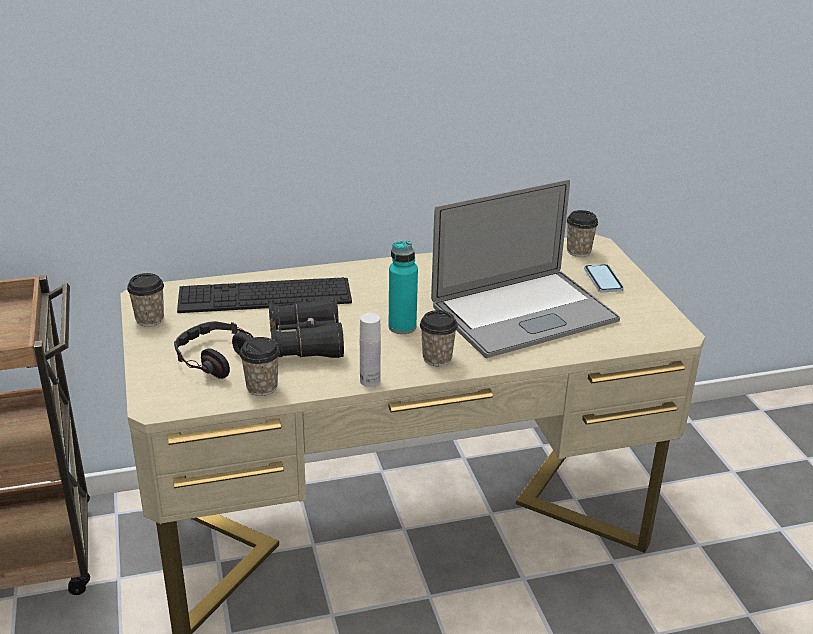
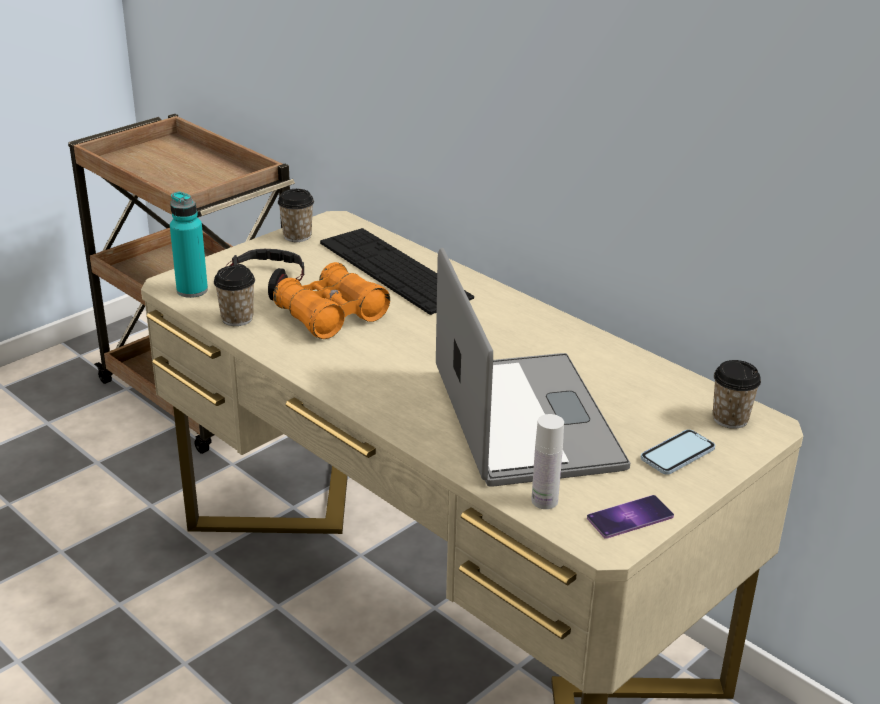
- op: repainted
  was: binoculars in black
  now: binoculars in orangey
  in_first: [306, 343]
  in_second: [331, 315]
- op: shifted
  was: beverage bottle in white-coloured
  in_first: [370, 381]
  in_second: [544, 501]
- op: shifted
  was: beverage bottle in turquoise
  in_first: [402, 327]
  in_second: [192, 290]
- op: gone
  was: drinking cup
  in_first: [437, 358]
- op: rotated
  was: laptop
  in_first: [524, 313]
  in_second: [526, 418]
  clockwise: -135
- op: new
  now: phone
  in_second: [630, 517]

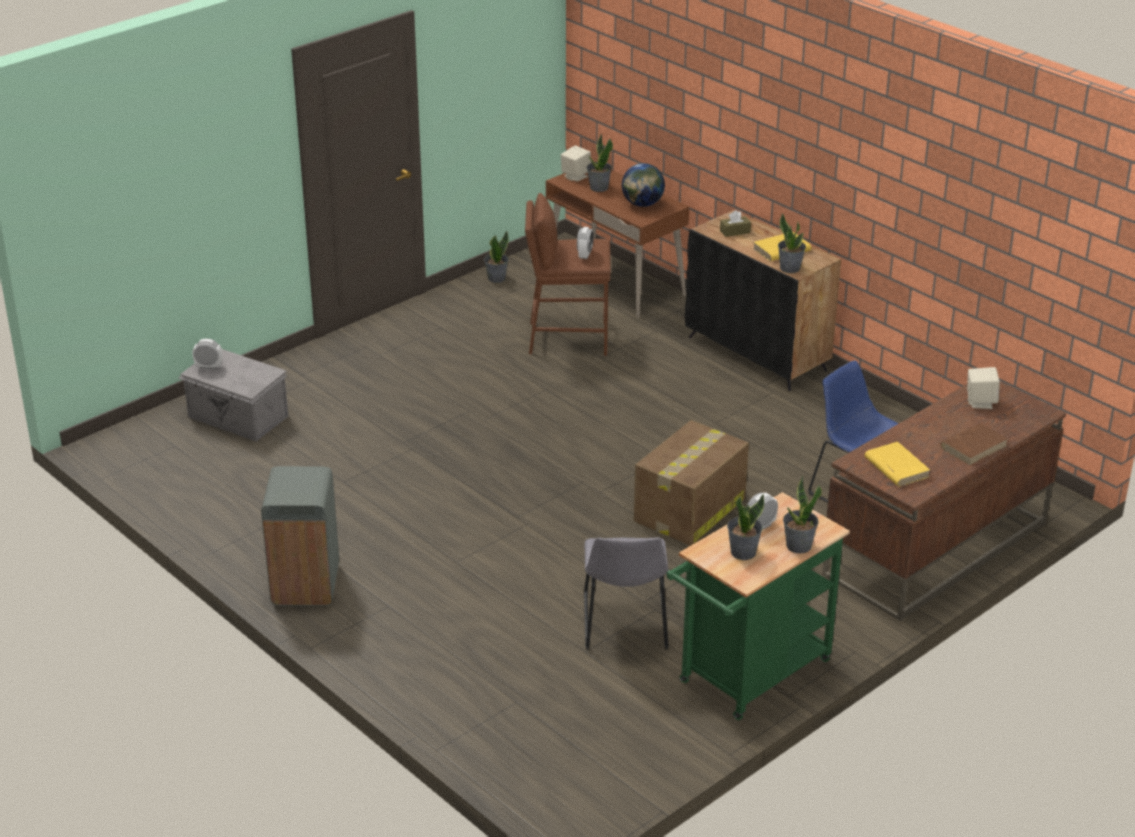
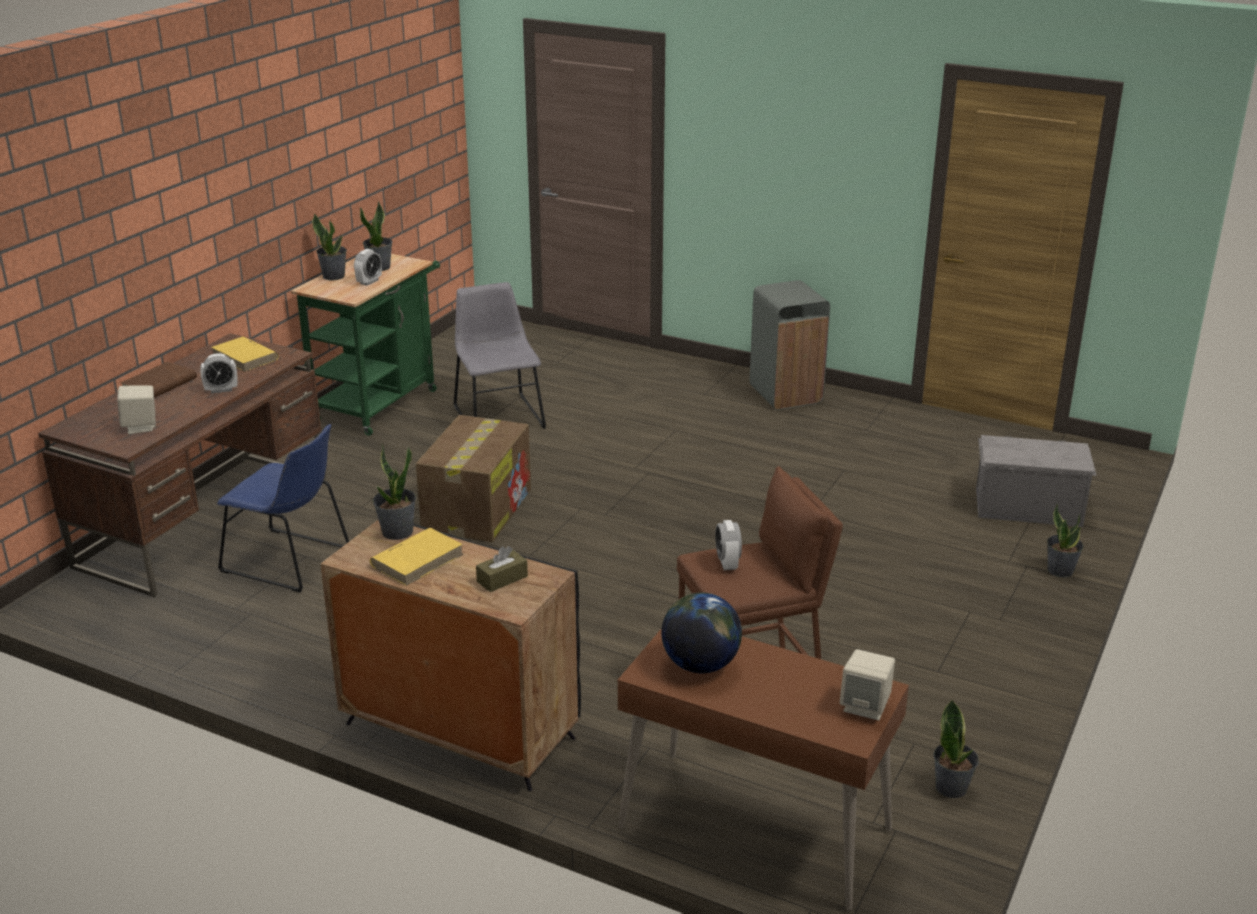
- op: shifted
  was: table clock
  in_first: [208, 367]
  in_second: [221, 390]
- op: shifted
  was: plant in a pot
  in_first: [598, 188]
  in_second: [1060, 570]

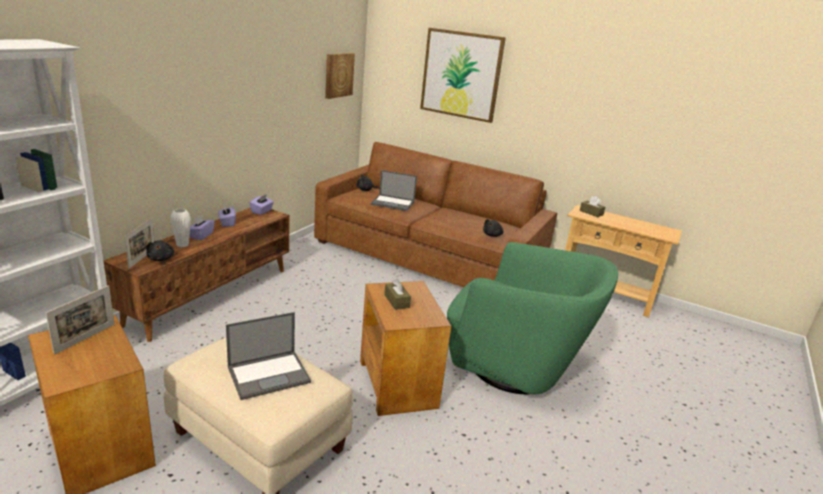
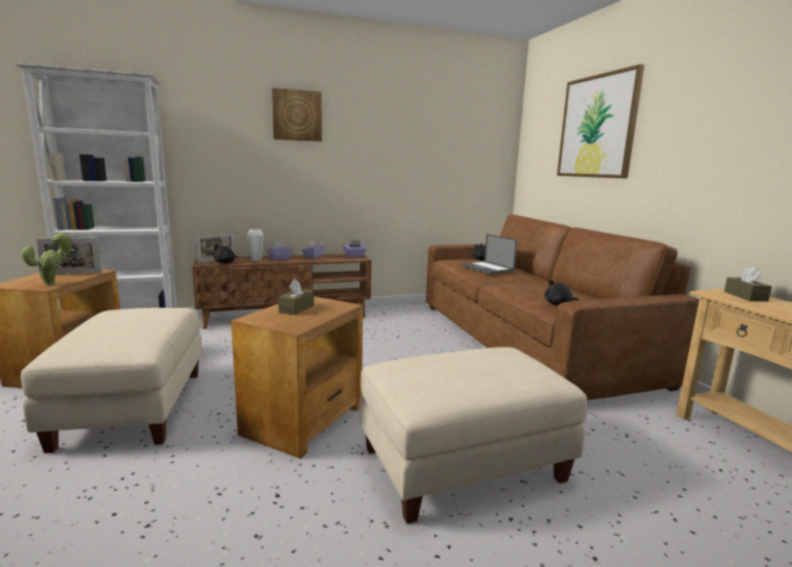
- op: gone
  was: laptop
  in_first: [270, 374]
- op: shifted
  was: wall picture
  in_first: [338, 75]
  in_second: [297, 115]
- op: swapped
  was: lounge chair in greenish
  now: ottoman in beige
  in_first: [515, 366]
  in_second: [462, 465]
- op: new
  now: plant in a pot
  in_second: [53, 284]

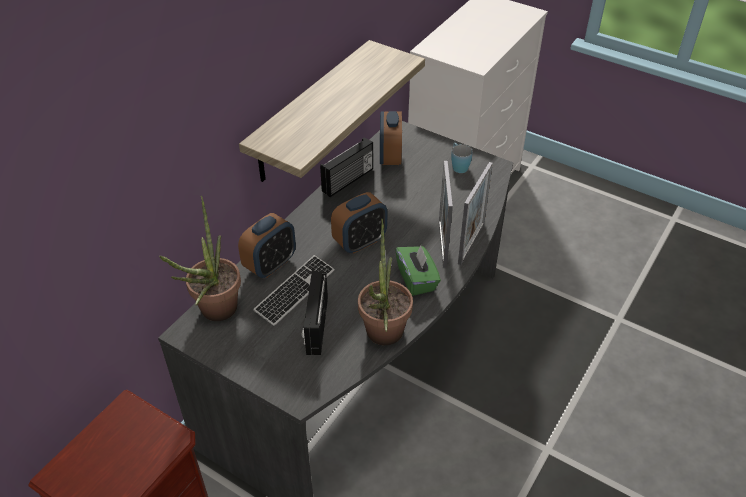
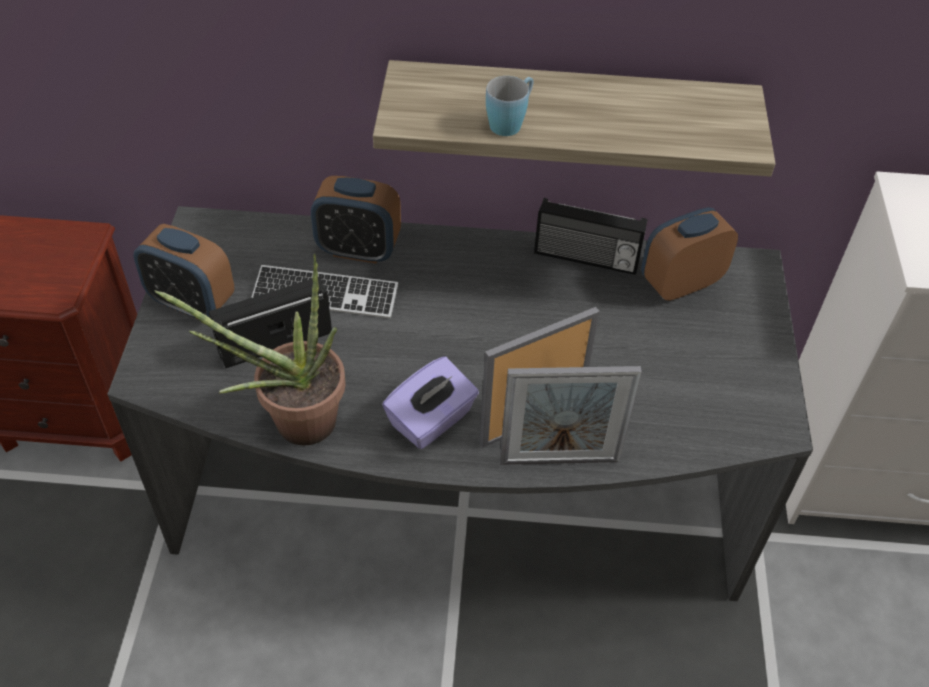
- op: gone
  was: plant in a pot
  in_first: [214, 314]
- op: shifted
  was: table clock
  in_first: [360, 242]
  in_second: [192, 303]
- op: repainted
  was: box of tissues in greenish
  now: box of tissues in purple
  in_first: [417, 280]
  in_second: [431, 420]
- op: shifted
  was: mug in blue
  in_first: [458, 166]
  in_second: [510, 122]

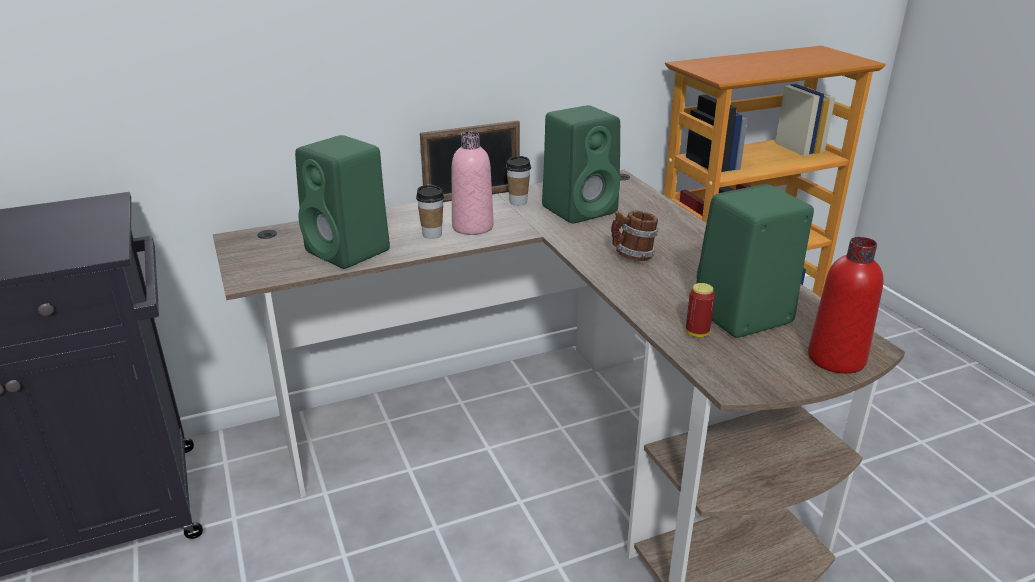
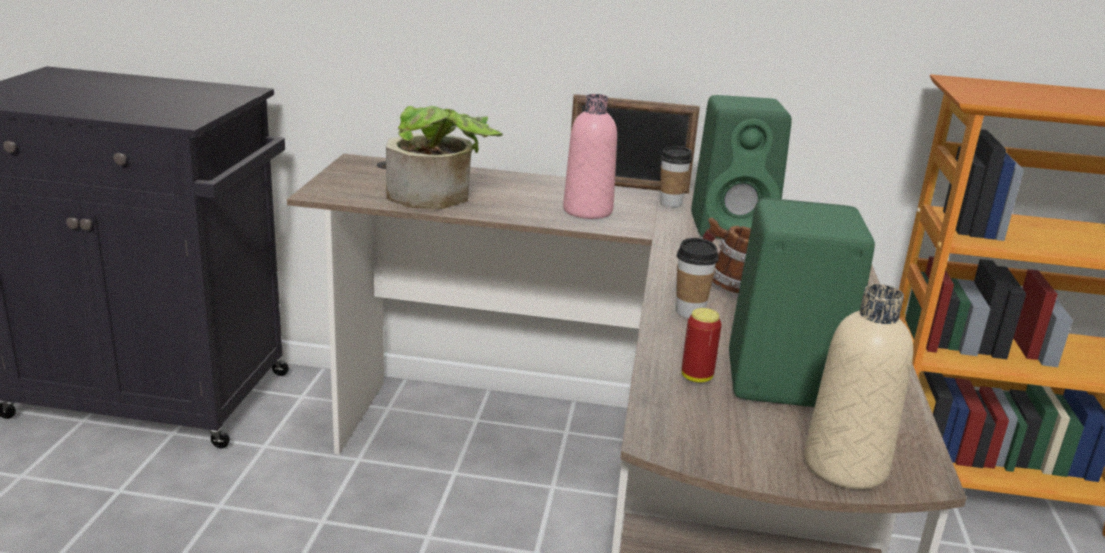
- op: swapped
  was: loudspeaker in greenish
  now: plant in a pot
  in_first: [350, 252]
  in_second: [438, 198]
- op: shifted
  was: drinking cup
  in_first: [432, 234]
  in_second: [690, 312]
- op: repainted
  was: beverage bottle in red
  now: beverage bottle in beige
  in_first: [836, 359]
  in_second: [845, 466]

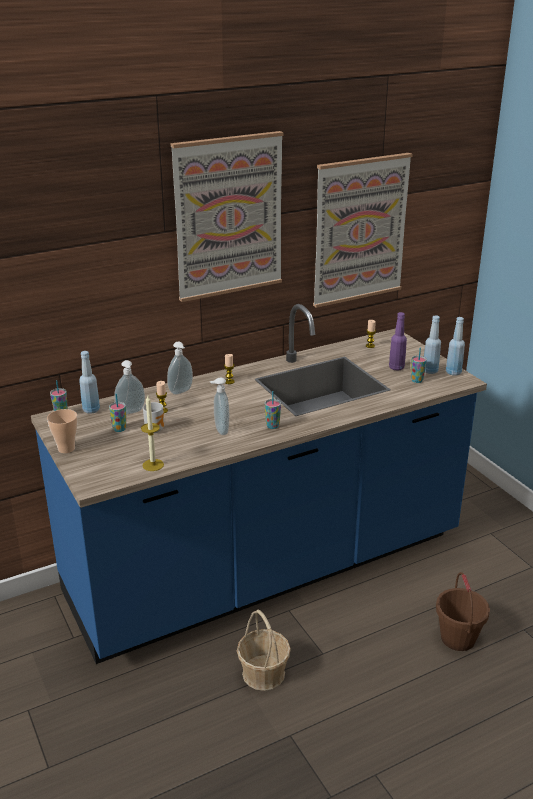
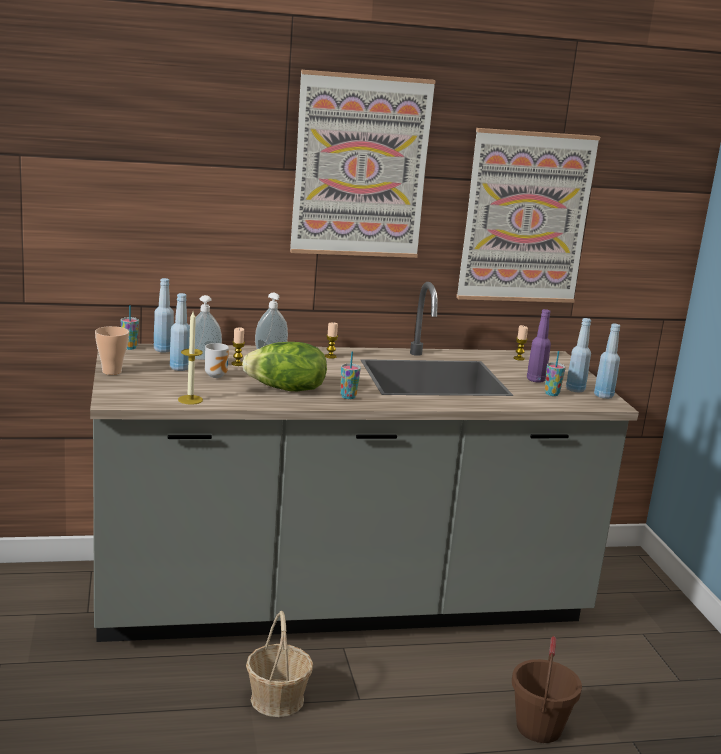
- op: repainted
  was: kitchen counter in blue
  now: kitchen counter in greyish
  in_first: [266, 568]
  in_second: [340, 602]
- op: swapped
  was: drinking cup
  now: beverage bottle in blue
  in_first: [119, 429]
  in_second: [179, 368]
- op: swapped
  was: soap dispenser
  now: lettuce
  in_first: [220, 430]
  in_second: [286, 389]

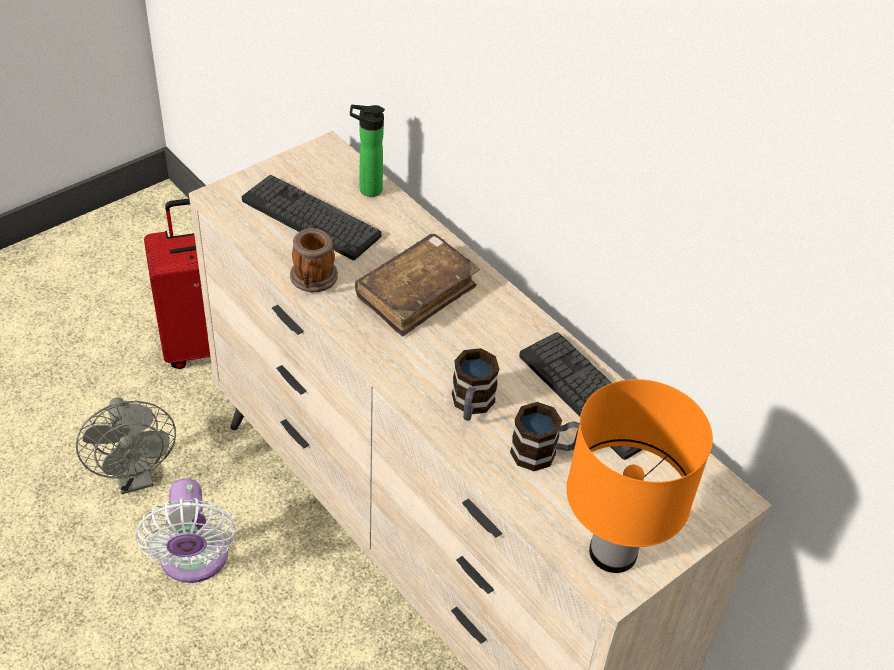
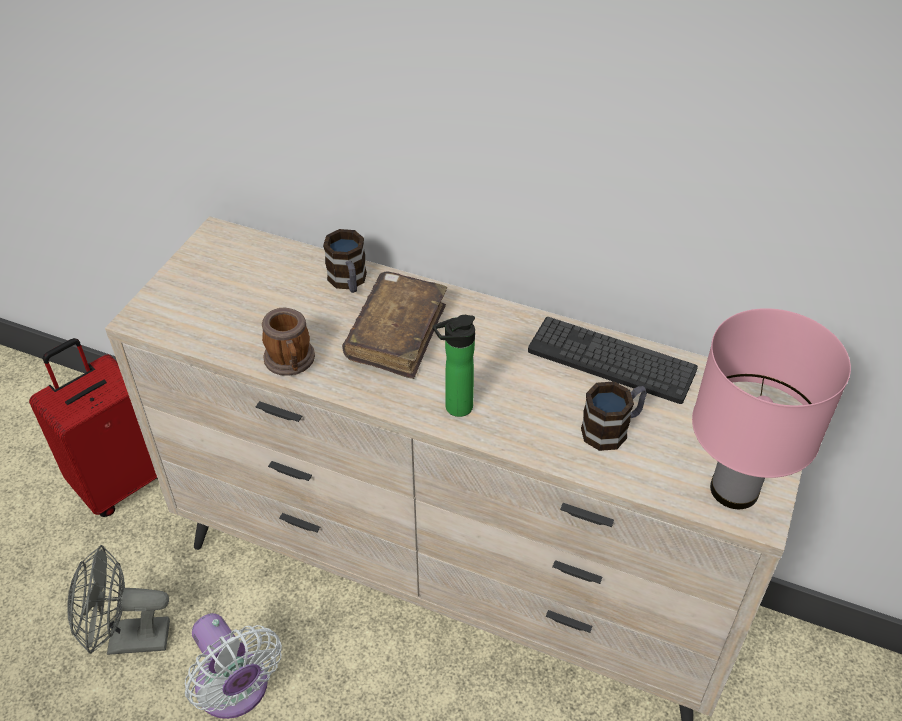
- op: rotated
  was: electric fan in greyish
  in_first: [135, 477]
  in_second: [128, 639]
  clockwise: 135
- op: gone
  was: keyboard
  in_first: [310, 218]
- op: shifted
  was: beverage bottle
  in_first: [367, 189]
  in_second: [454, 408]
- op: shifted
  was: mug
  in_first: [471, 405]
  in_second: [349, 282]
- op: repainted
  was: table lamp in orangey
  now: table lamp in pink
  in_first: [612, 553]
  in_second: [734, 491]

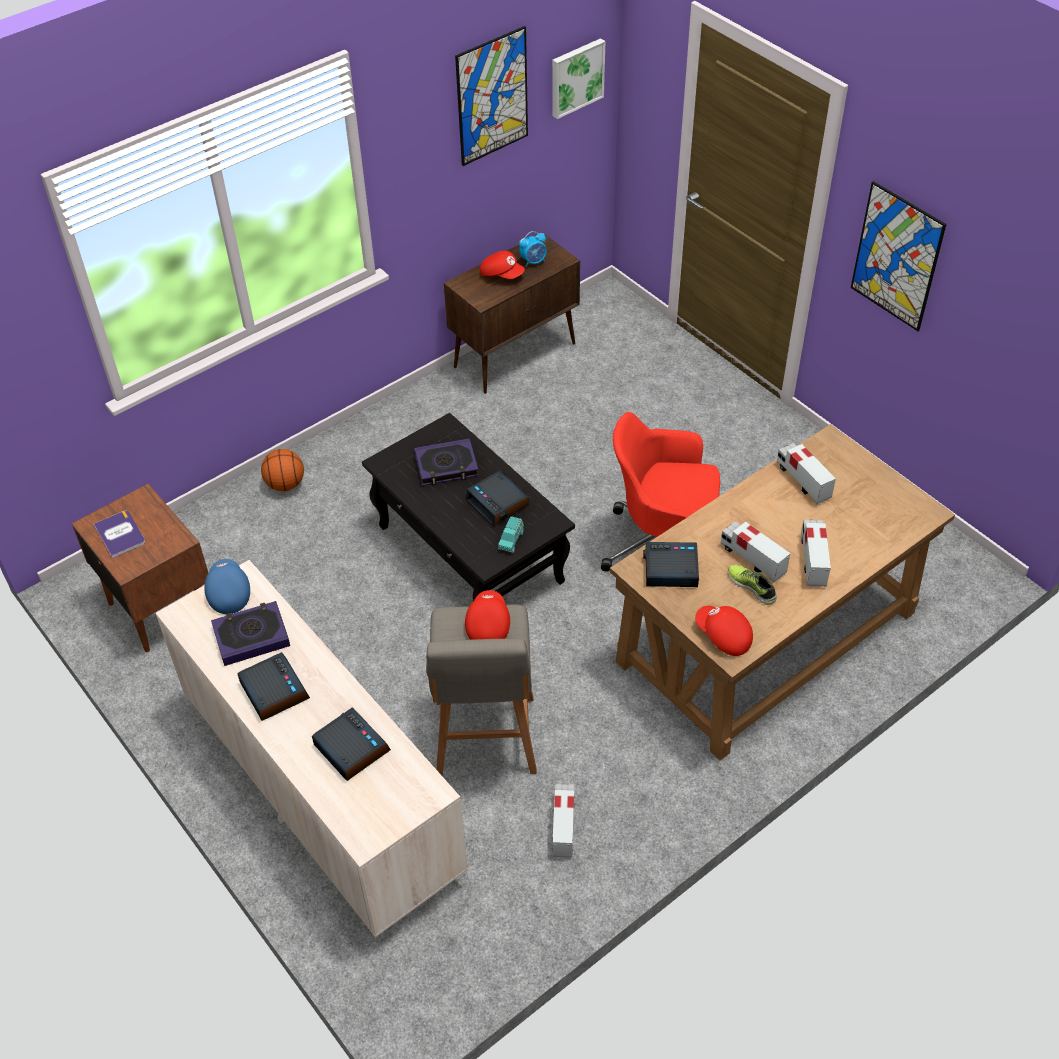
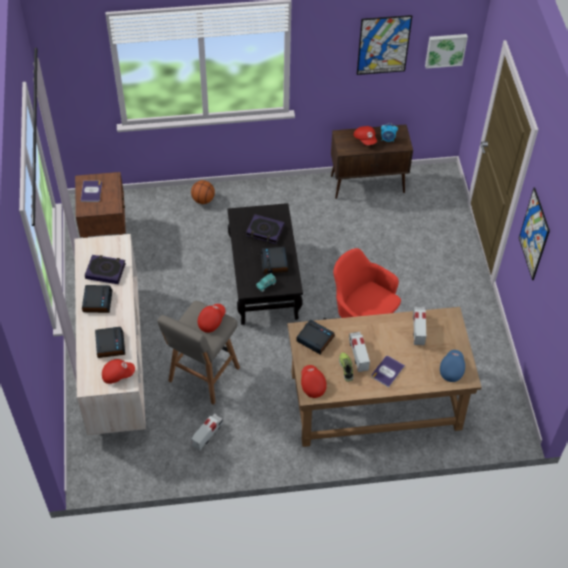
- op: shifted
  was: peaked cap in blue
  in_first: [228, 592]
  in_second: [451, 368]
- op: swapped
  was: toy lorry
  now: volume
  in_first: [813, 560]
  in_second: [387, 371]
- op: new
  now: peaked cap in red
  in_second: [118, 374]

